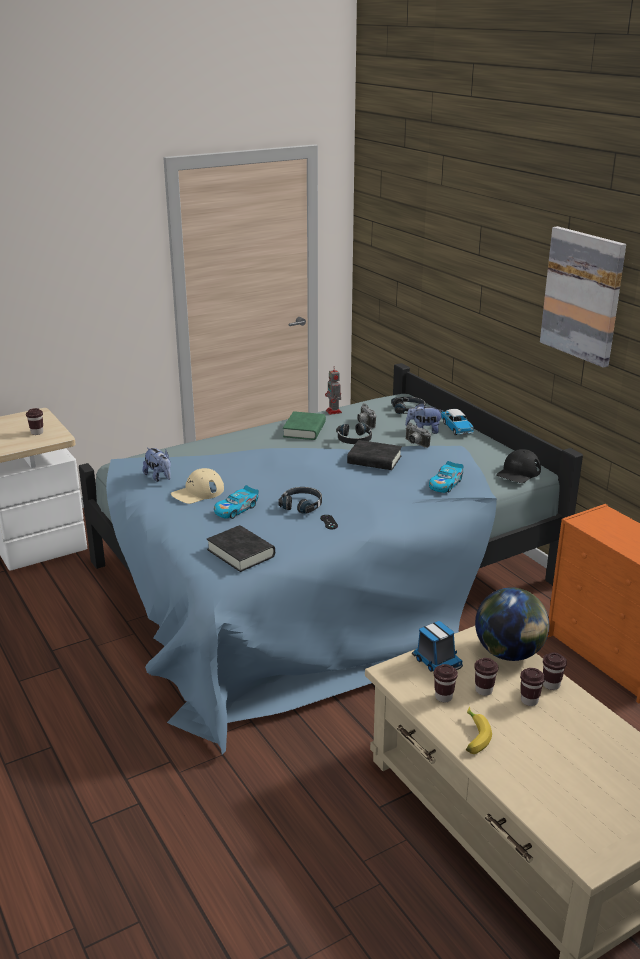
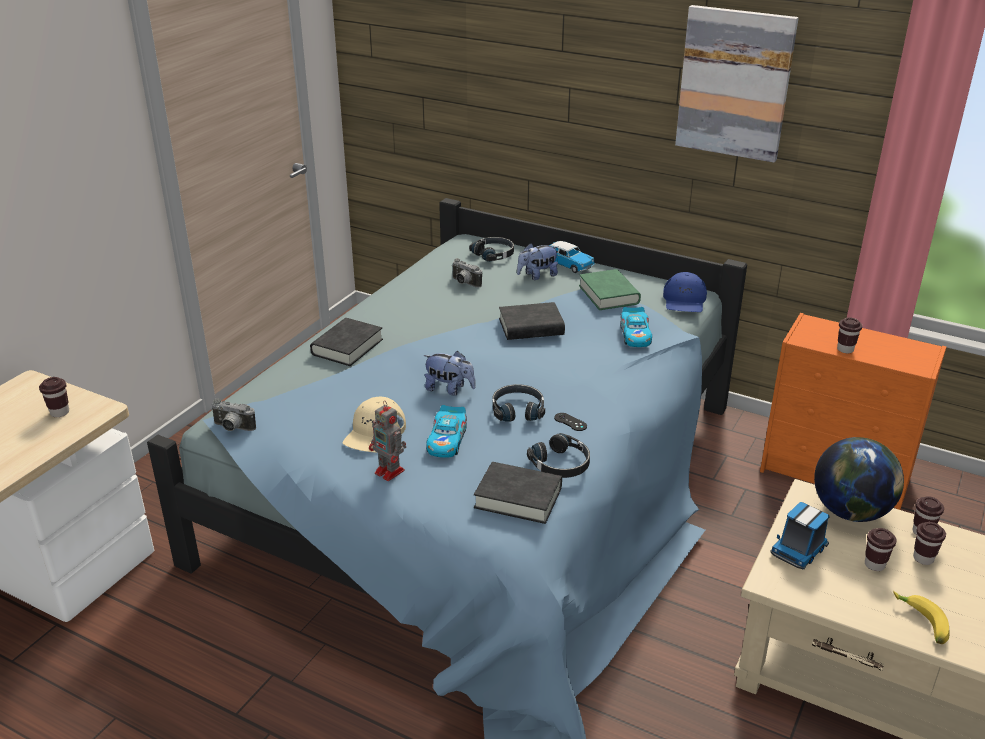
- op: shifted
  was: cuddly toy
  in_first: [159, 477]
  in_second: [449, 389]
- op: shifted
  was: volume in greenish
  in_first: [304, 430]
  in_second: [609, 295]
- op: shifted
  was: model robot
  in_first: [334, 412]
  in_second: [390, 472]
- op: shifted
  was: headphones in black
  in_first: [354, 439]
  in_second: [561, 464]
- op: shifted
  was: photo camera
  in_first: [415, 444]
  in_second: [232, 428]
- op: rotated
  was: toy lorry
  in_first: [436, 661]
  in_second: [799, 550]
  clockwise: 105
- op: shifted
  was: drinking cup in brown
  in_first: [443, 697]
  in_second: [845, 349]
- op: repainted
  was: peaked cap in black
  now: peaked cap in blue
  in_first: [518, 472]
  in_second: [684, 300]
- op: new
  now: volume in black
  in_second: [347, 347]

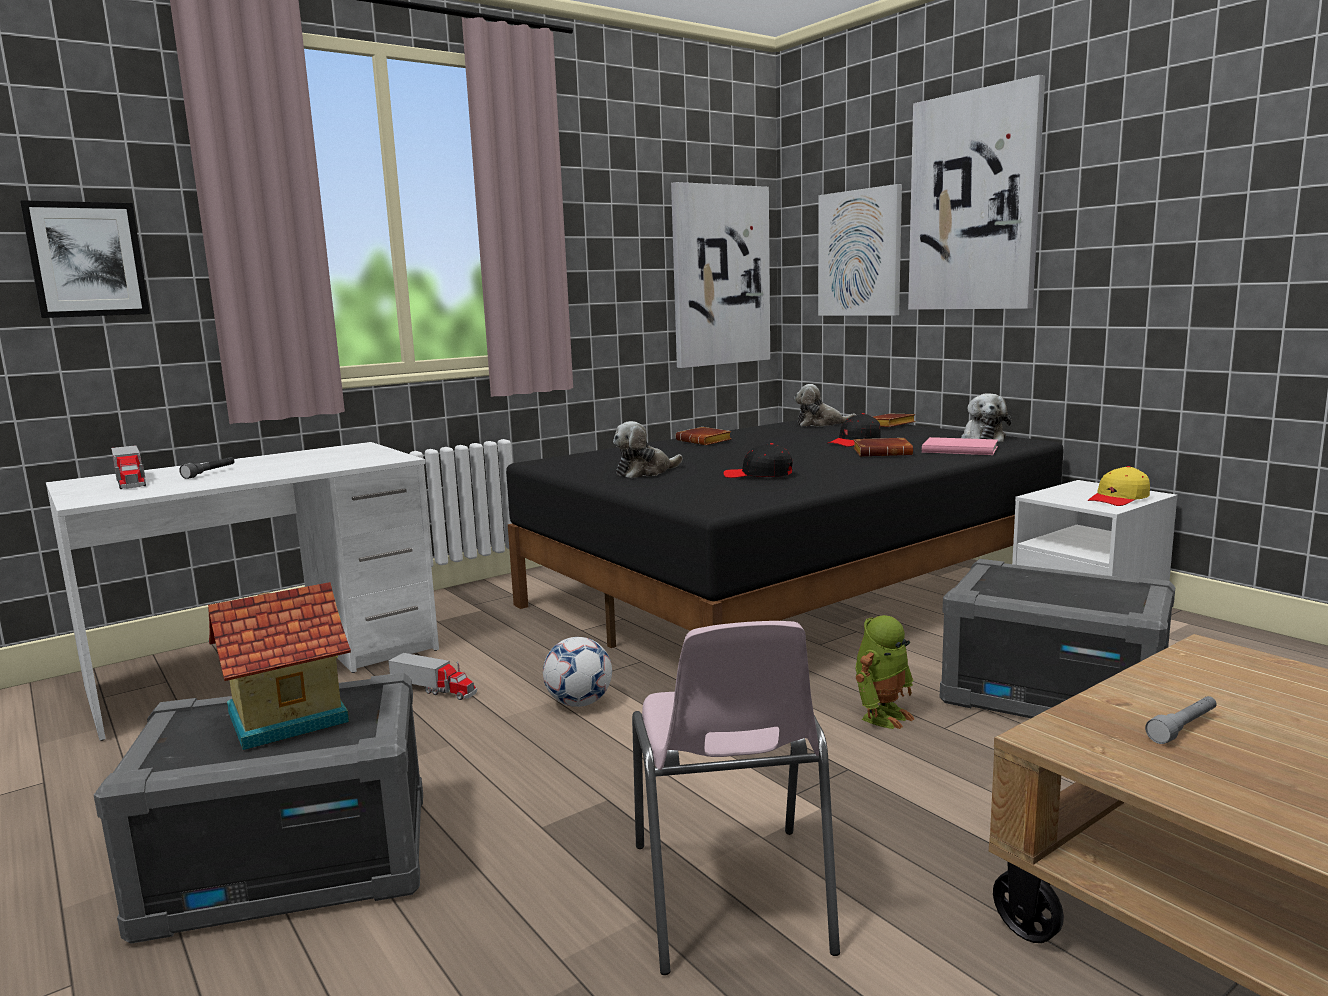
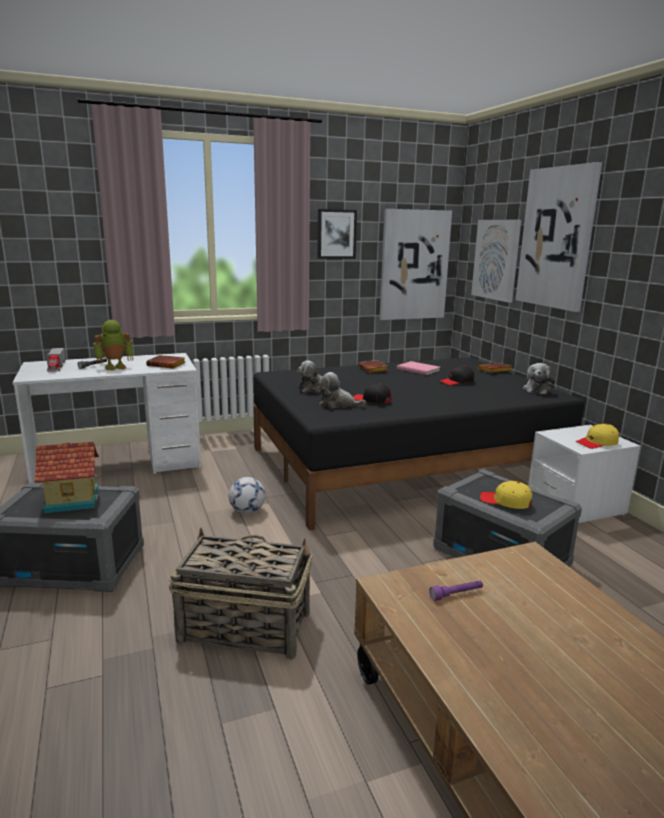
- op: shifted
  was: wall picture
  in_first: [87, 260]
  in_second: [336, 234]
- op: gone
  was: toy lorry
  in_first: [434, 689]
- op: swapped
  was: chair in pink
  now: household basket
  in_first: [730, 898]
  in_second: [243, 626]
- op: shifted
  was: cuddly toy
  in_first: [821, 424]
  in_second: [338, 404]
- op: shifted
  was: volume in brown
  in_first: [883, 453]
  in_second: [167, 365]
- op: shifted
  was: model robot
  in_first: [882, 715]
  in_second: [115, 367]
- op: shifted
  was: volume in pink
  in_first: [959, 449]
  in_second: [418, 369]
- op: repainted
  was: hand torch in greyish
  now: hand torch in purple
  in_first: [1183, 728]
  in_second: [456, 594]
- op: new
  now: peaked cap in yellowish
  in_second: [505, 501]

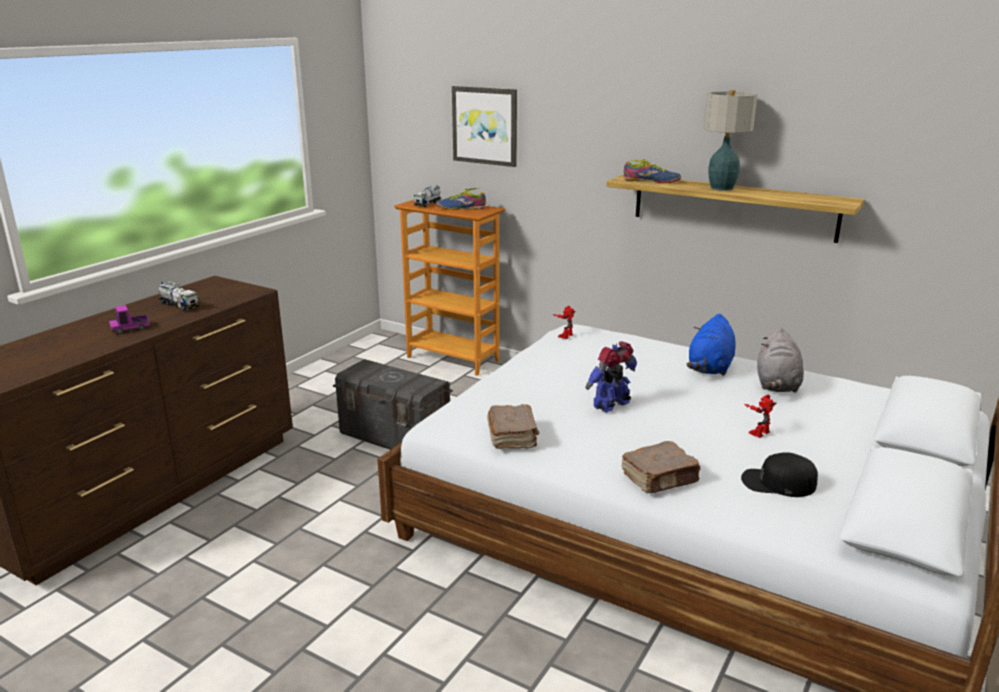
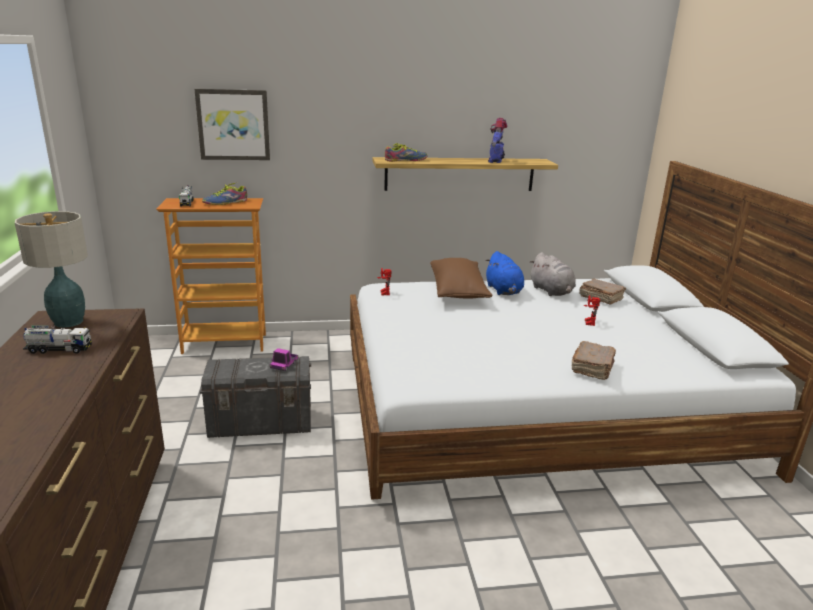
- op: shifted
  was: toy lorry
  in_first: [130, 328]
  in_second: [284, 365]
- op: shifted
  was: volume in brown
  in_first: [512, 437]
  in_second: [600, 298]
- op: shifted
  was: model robot
  in_first: [612, 405]
  in_second: [496, 161]
- op: shifted
  was: table lamp
  in_first: [721, 188]
  in_second: [68, 322]
- op: gone
  was: peaked cap in black
  in_first: [778, 483]
- op: new
  now: cushion in brown
  in_second: [458, 291]

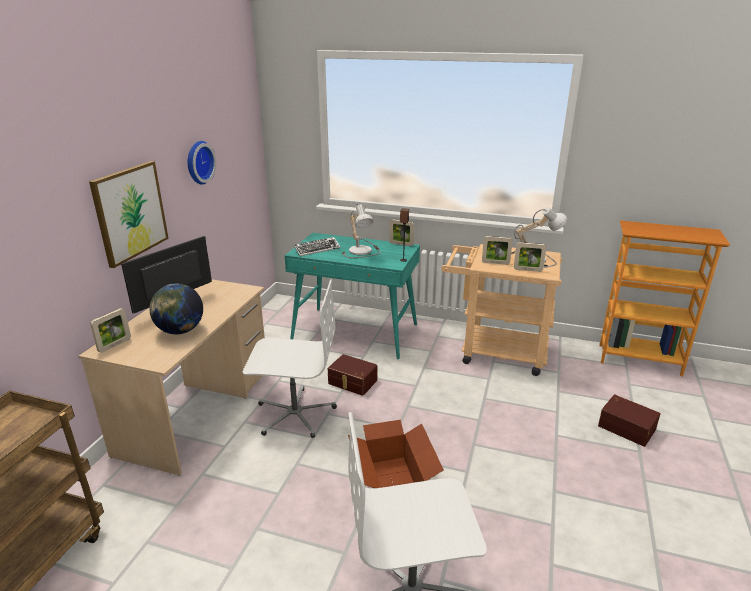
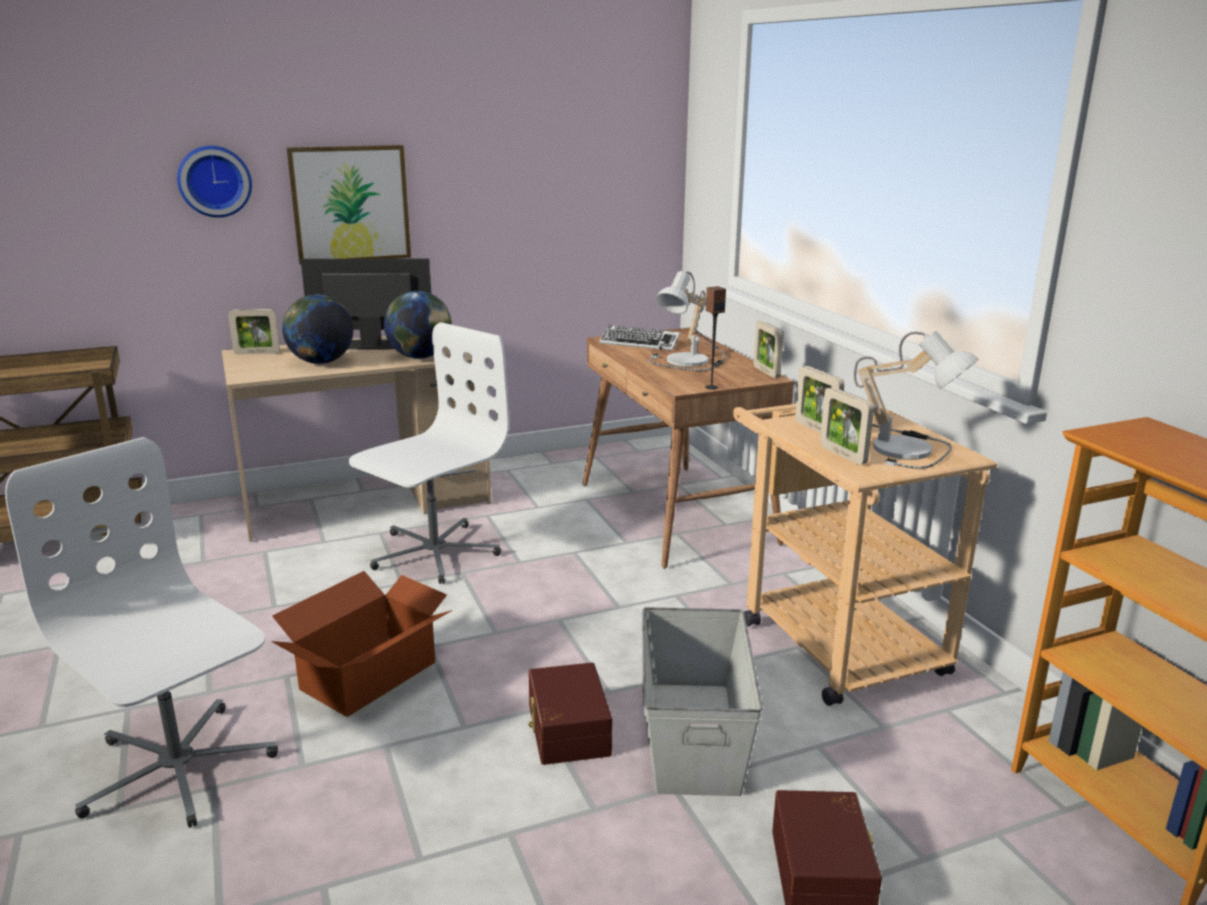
- op: shifted
  was: clock on the wall
  in_first: [198, 162]
  in_second: [214, 181]
- op: rotated
  was: desk chair in white-coloured
  in_first: [295, 413]
  in_second: [433, 553]
  clockwise: -105
- op: repainted
  was: desk unit in turquoise
  now: desk unit in brown
  in_first: [356, 332]
  in_second: [677, 514]
- op: shifted
  was: storage box in brown
  in_first: [352, 382]
  in_second: [566, 730]
- op: new
  now: globe
  in_second: [420, 357]
- op: new
  now: storage box in greyish
  in_second: [692, 736]

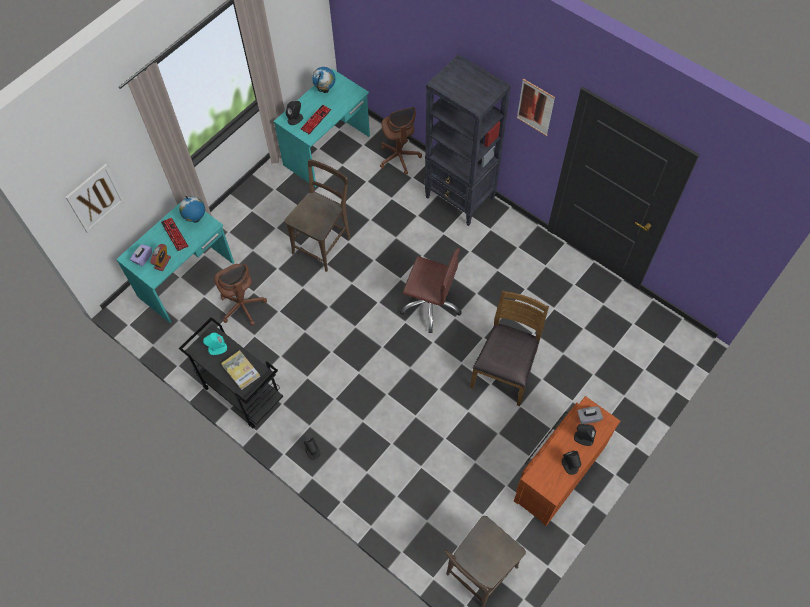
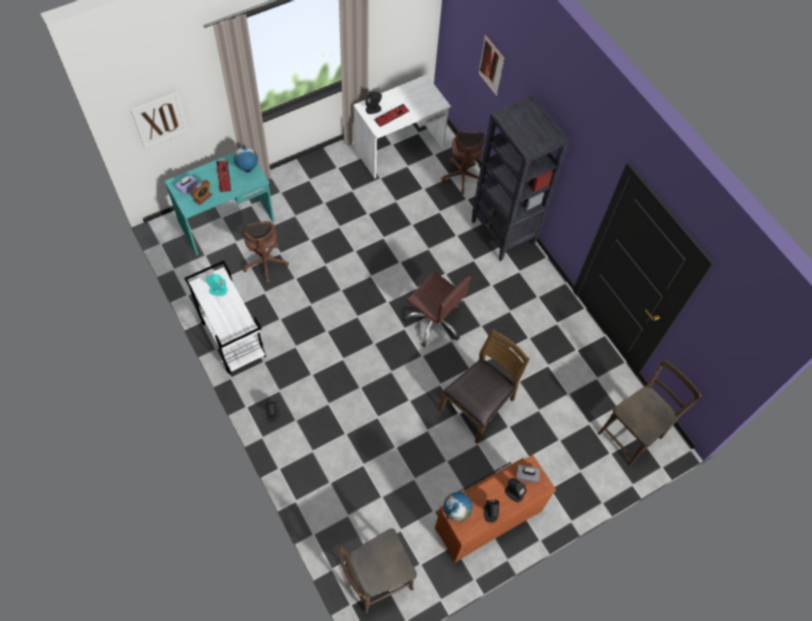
- op: repainted
  was: trolley in black
  now: trolley in white-coloured
  in_first: [241, 393]
  in_second: [232, 339]
- op: gone
  was: volume
  in_first: [241, 370]
- op: repainted
  was: desk unit in turquoise
  now: desk unit in white-coloured
  in_first: [328, 150]
  in_second: [400, 149]
- op: shifted
  was: chair in brown
  in_first: [323, 243]
  in_second: [633, 433]
- op: shifted
  was: globe
  in_first: [325, 90]
  in_second: [456, 512]
- op: shifted
  was: wall picture
  in_first: [535, 107]
  in_second: [491, 65]

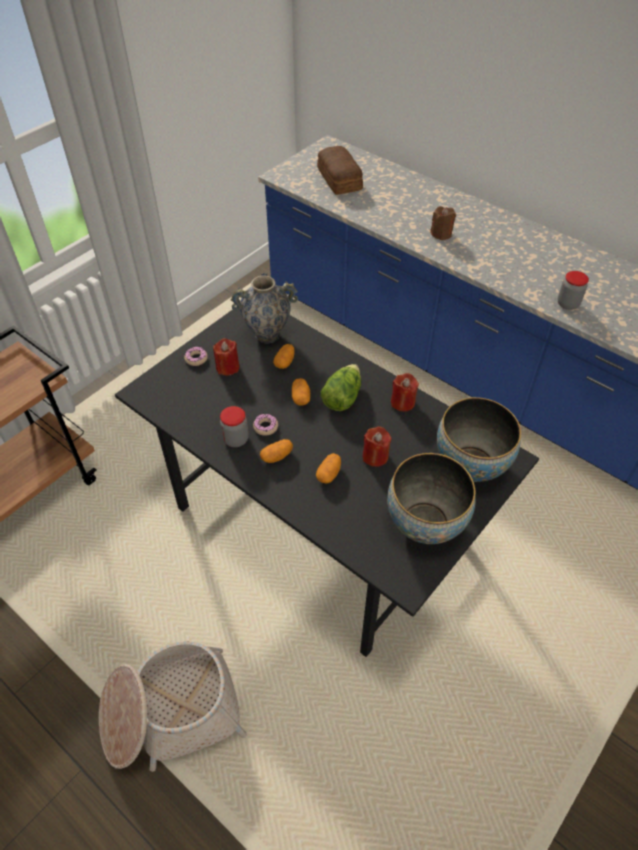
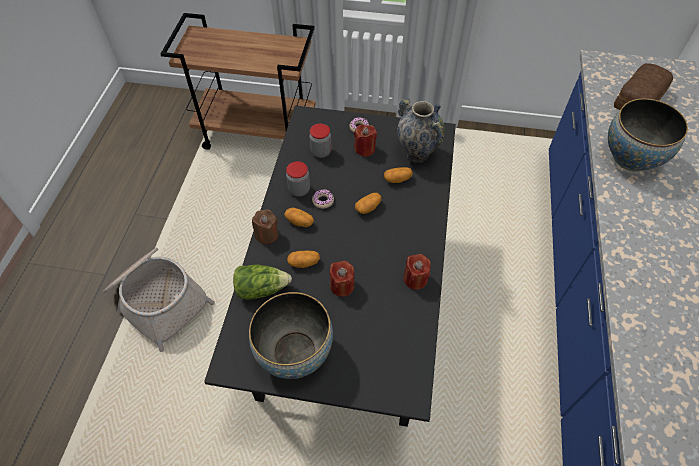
- op: shifted
  was: lettuce
  in_first: [342, 397]
  in_second: [261, 288]
- op: shifted
  was: wax candle in brown
  in_first: [441, 234]
  in_second: [267, 235]
- op: shifted
  was: bowl
  in_first: [471, 465]
  in_second: [631, 158]
- op: shifted
  was: preserve jar
  in_first: [567, 304]
  in_second: [321, 152]

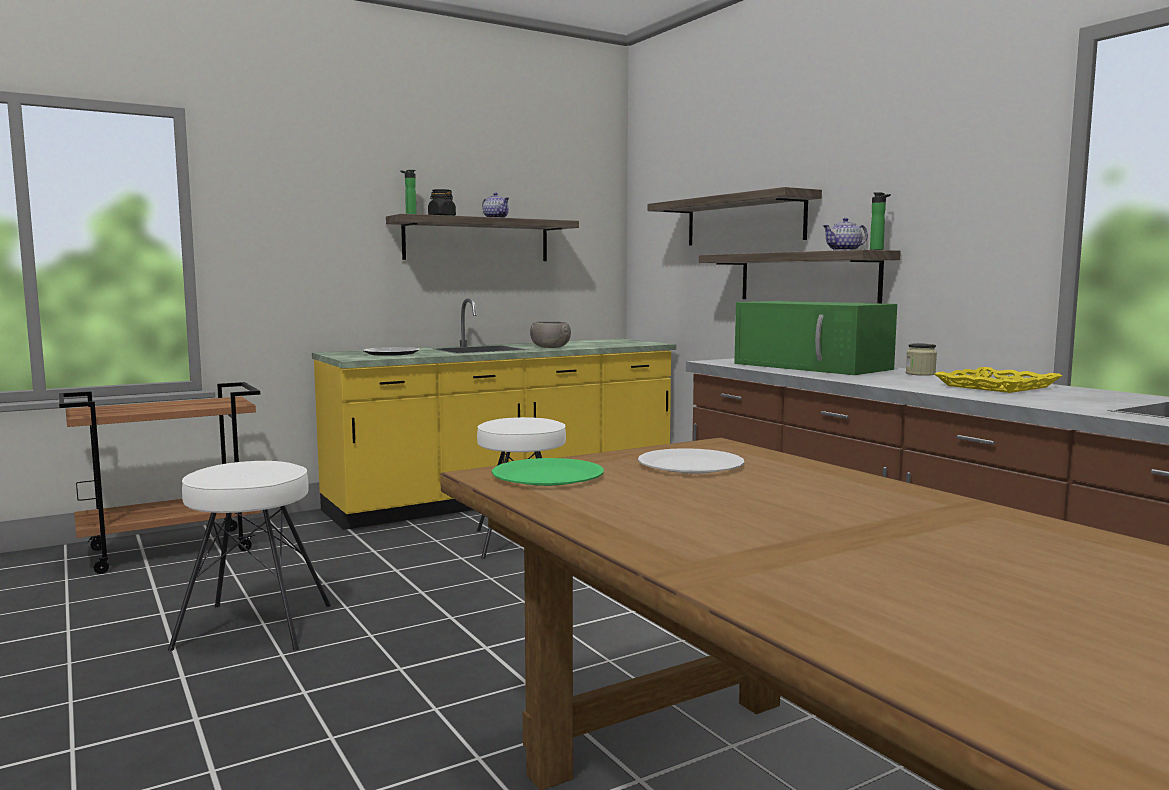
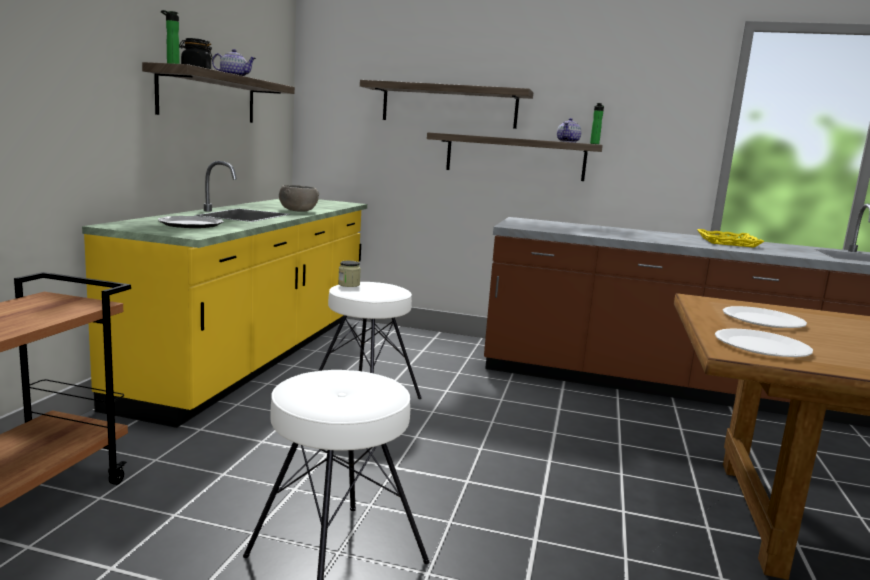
- op: repainted
  was: flat dish in greenish
  now: flat dish in white-coloured
  in_first: [547, 476]
  in_second: [761, 346]
- op: gone
  was: microwave in greenish
  in_first: [814, 366]
- op: shifted
  was: preserve jar
  in_first: [920, 374]
  in_second: [349, 284]

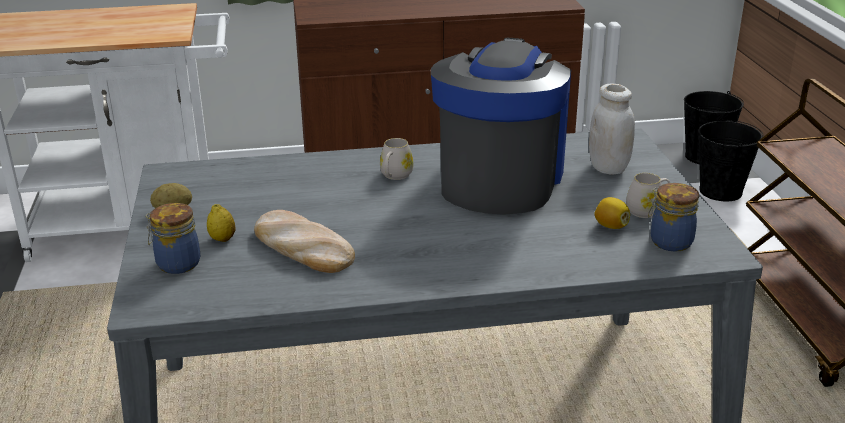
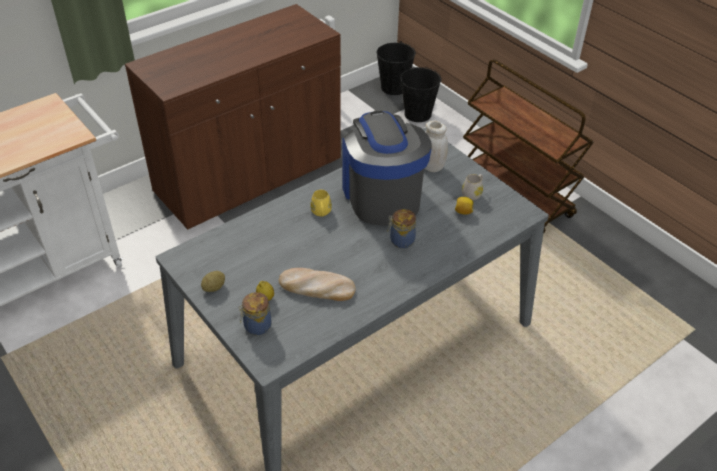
- op: repainted
  was: mug in white-coloured
  now: mug in yellowish
  in_first: [395, 176]
  in_second: [321, 213]
- op: shifted
  was: preserve jar
  in_first: [669, 241]
  in_second: [401, 240]

